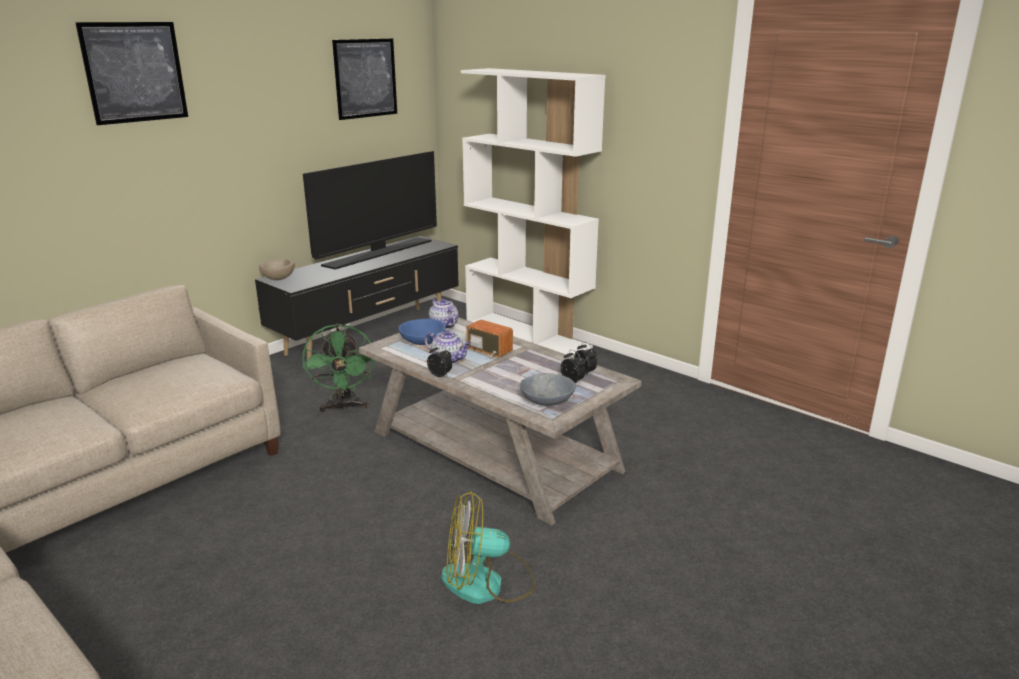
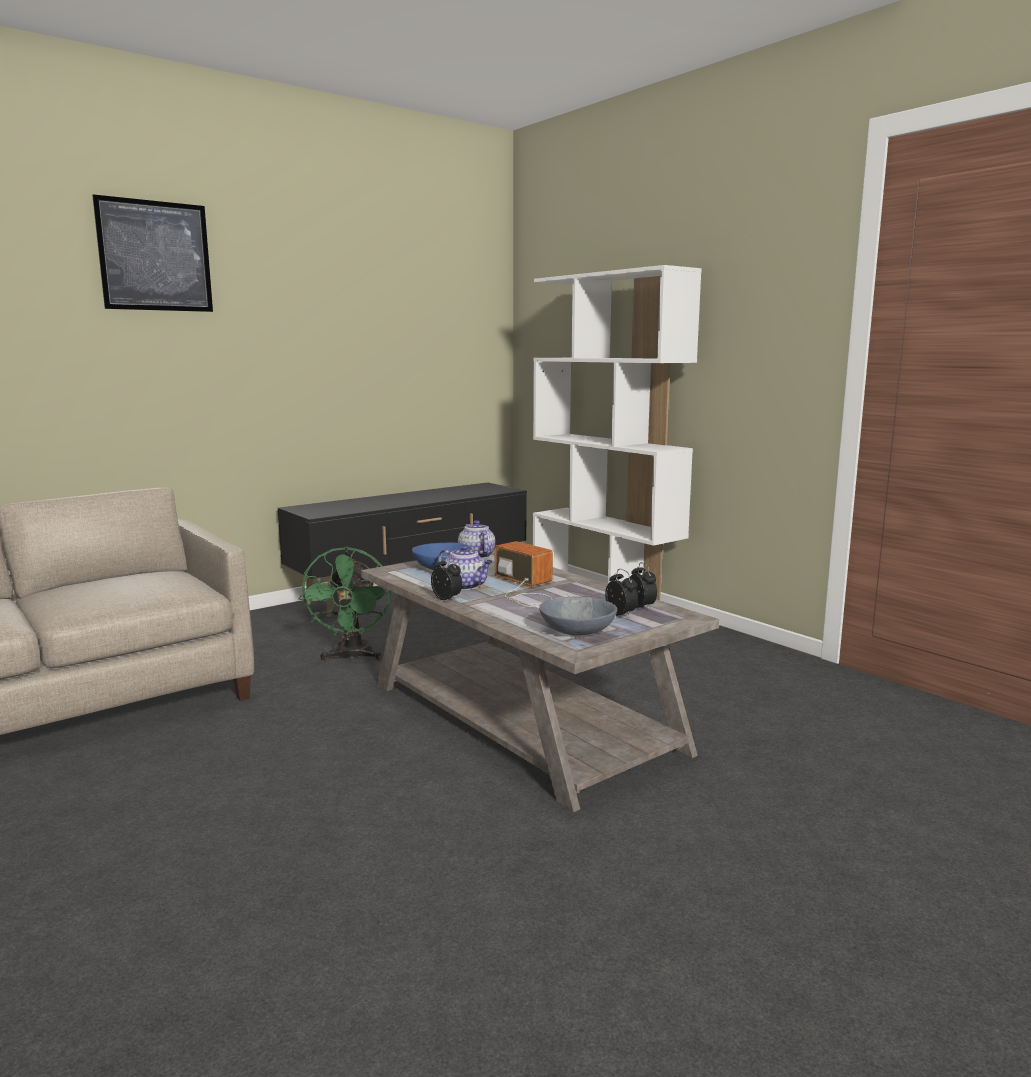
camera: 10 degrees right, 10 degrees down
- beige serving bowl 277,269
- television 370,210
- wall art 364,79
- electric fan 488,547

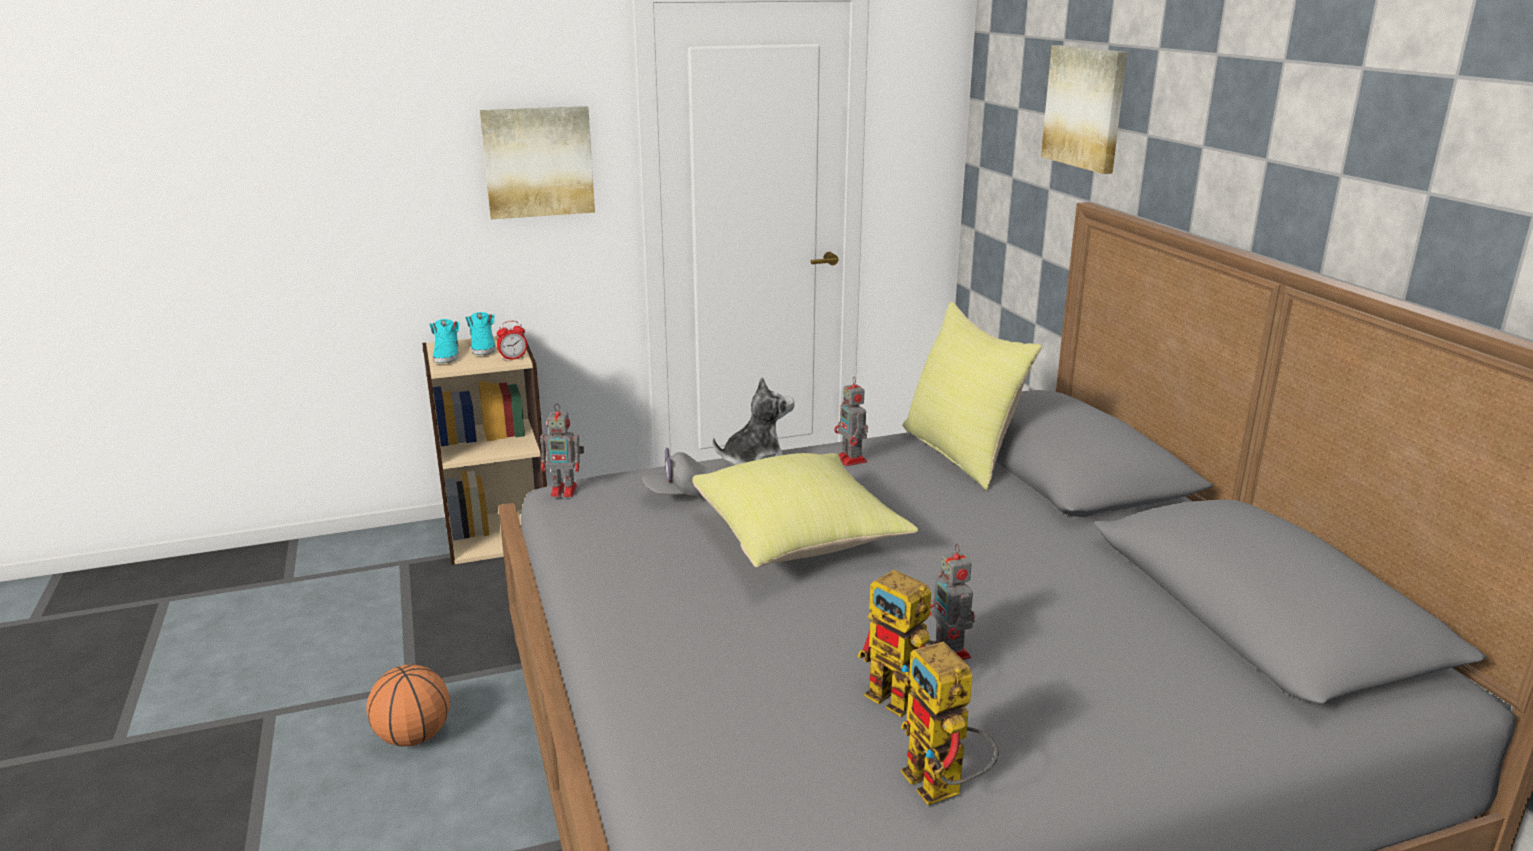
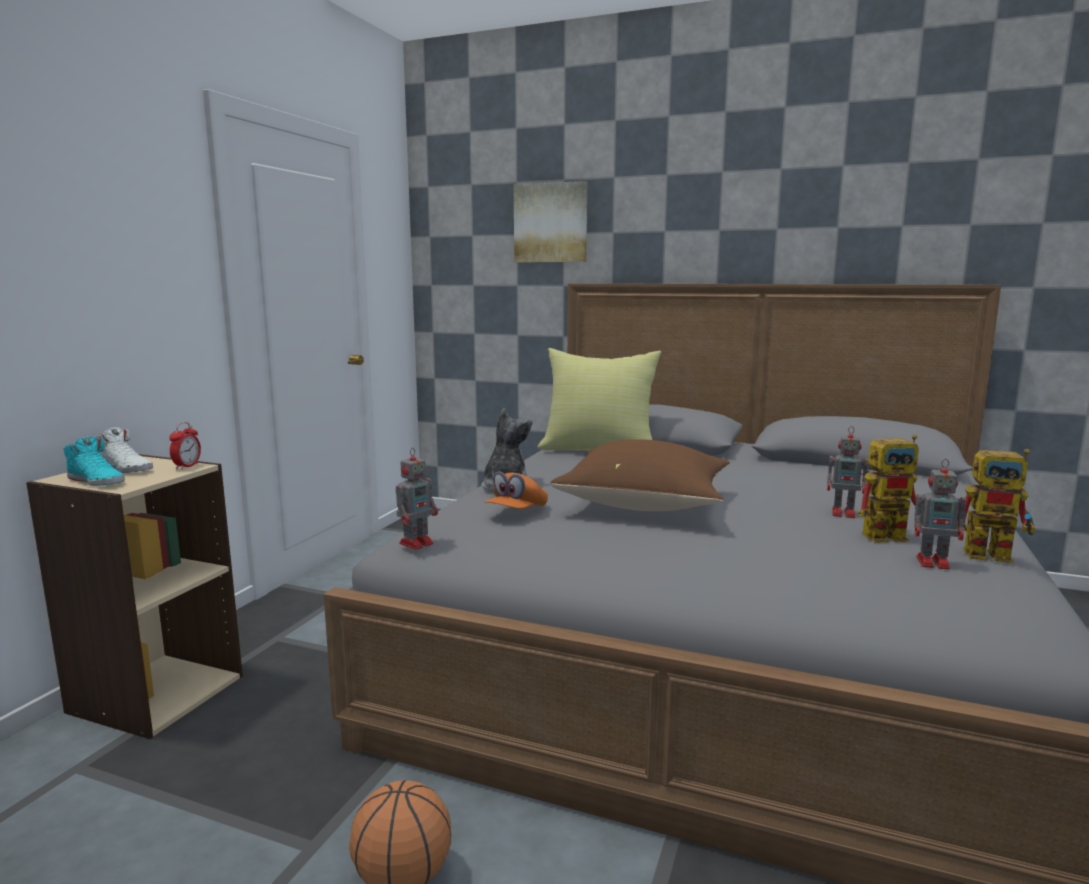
camera: 50 degrees left, 10 degrees down
~ turquoise item of footwear 480,333 to white-coloured item of footwear 124,450
- wall art 537,162
~ grey peaked cap 679,472 to orange peaked cap 516,490
~ yellowish cushion 805,510 to brownish cushion 640,475
~ toy robot 851,421 to 940,514

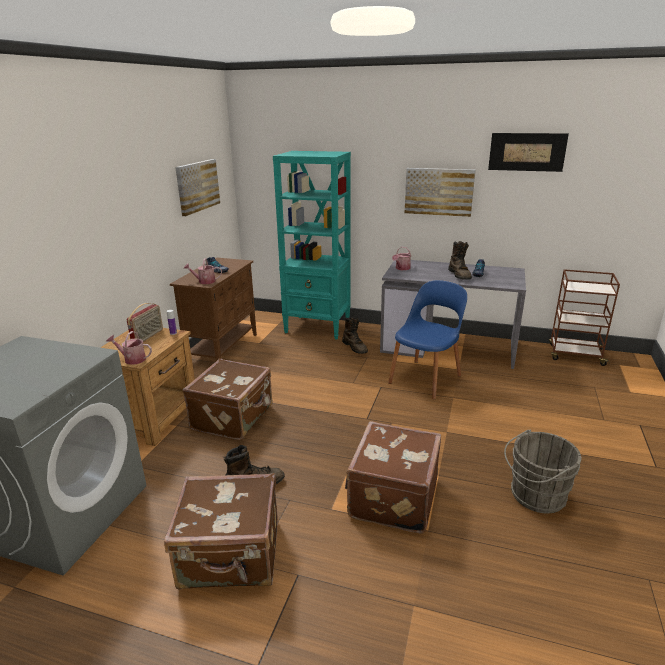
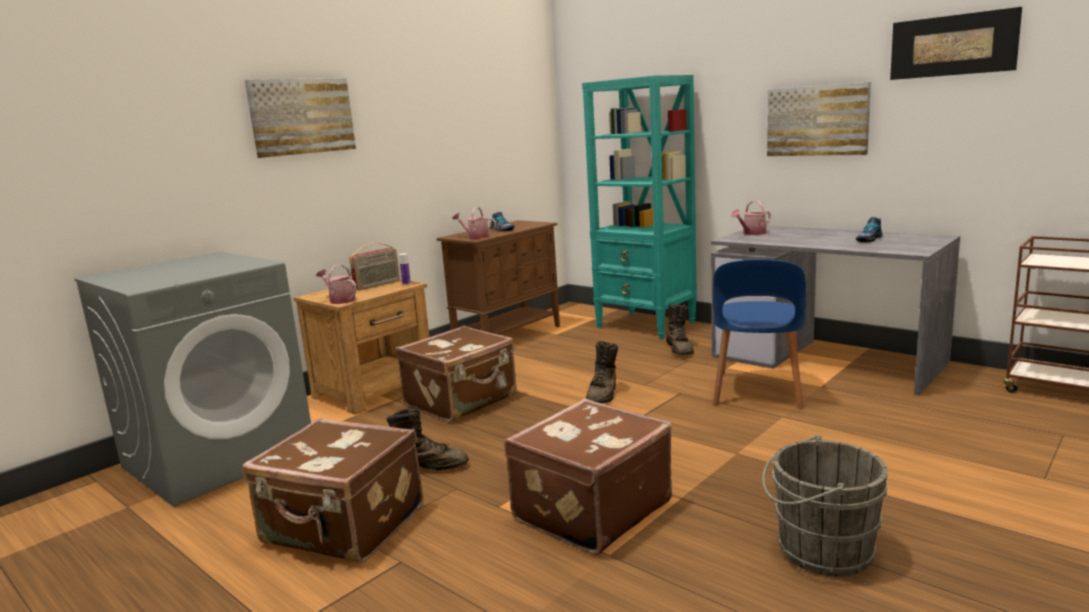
camera: 25 degrees right, 10 degrees down
~ wall art 197,187 to 300,118
~ blue upright chair 427,340 = 759,334 135 degrees clockwise
~ brownish tall boot 460,260 to 602,372

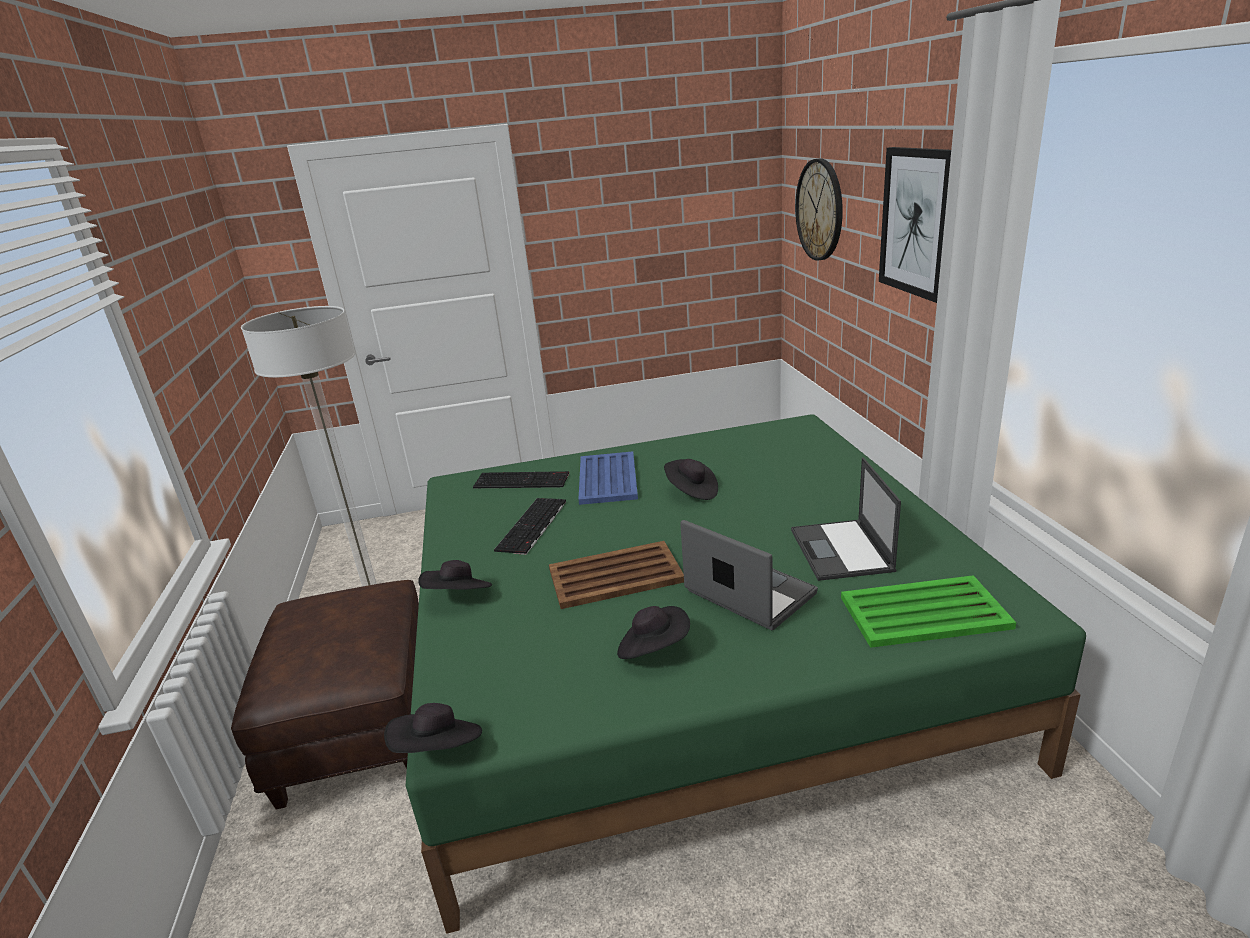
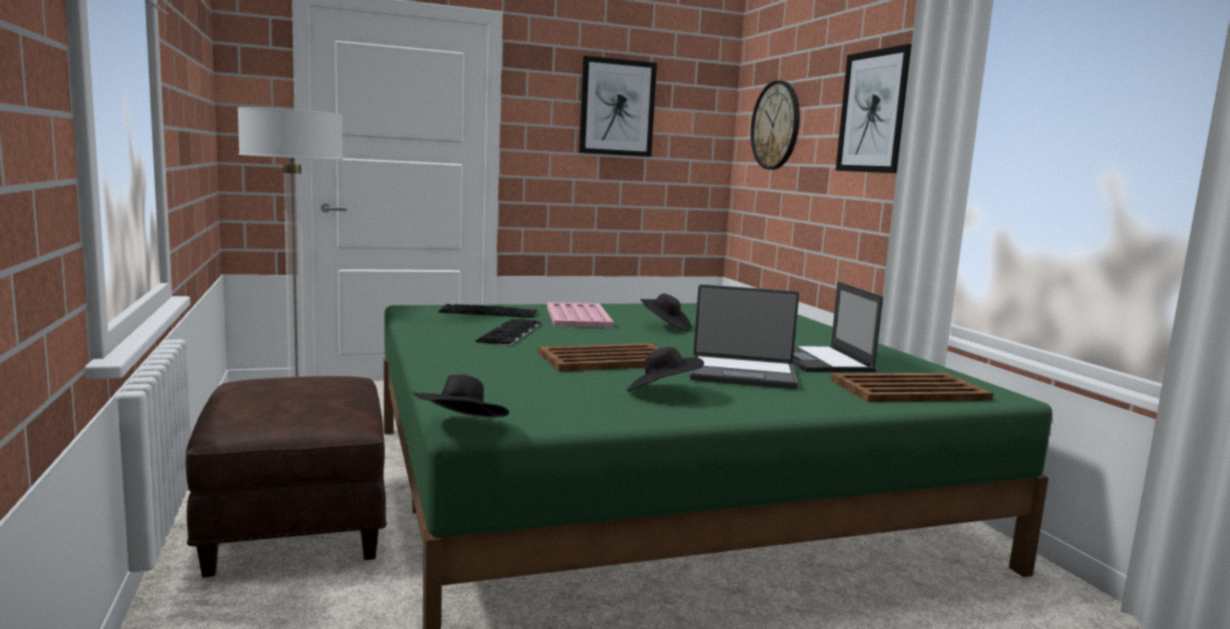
camera: 10 degrees left, 15 degrees down
- black hat 455,575
~ blue tray 608,478 to pink tray 580,315
~ notebook computer 749,575 = 744,336 150 degrees clockwise
~ green-coloured tray 928,611 to brownish tray 912,387
+ wall art 618,106

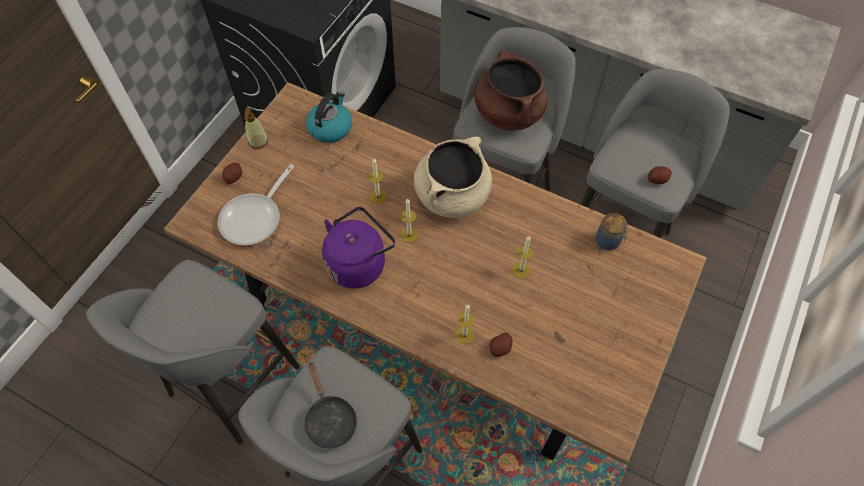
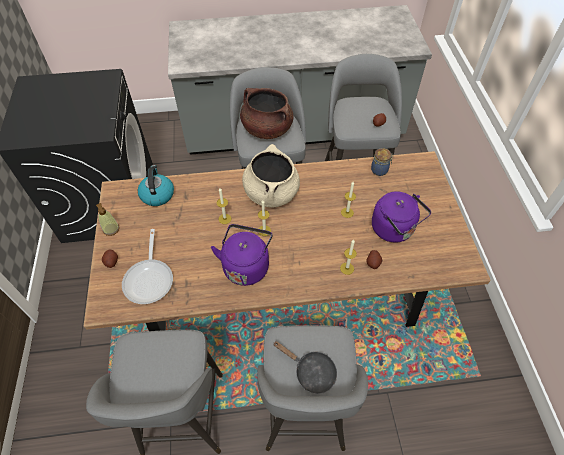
camera: 35 degrees left, 5 degrees down
+ purplish water kettle 401,216

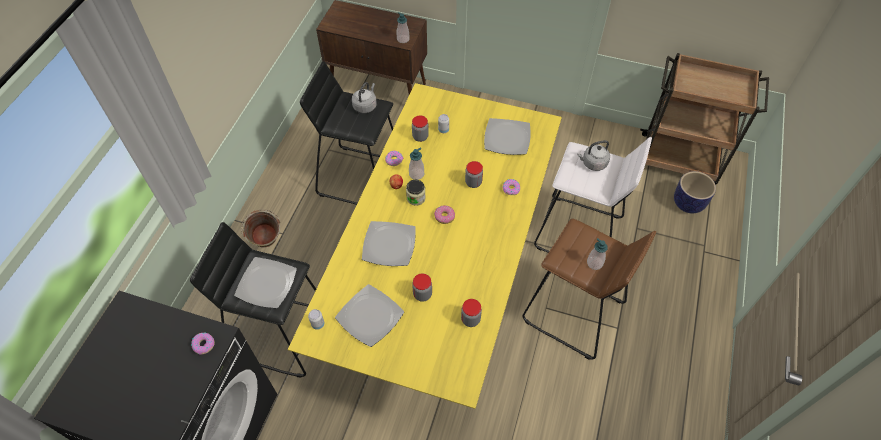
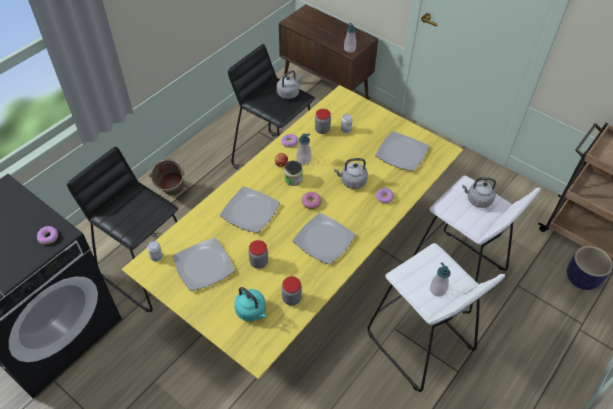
camera: 20 degrees right, 5 degrees down
~ flat dish 265,283 to 324,238
~ storage jar 474,174 to grey water kettle 351,173
~ brownish stool seat 589,289 to white-coloured stool seat 436,317
+ turquoise water kettle 250,304

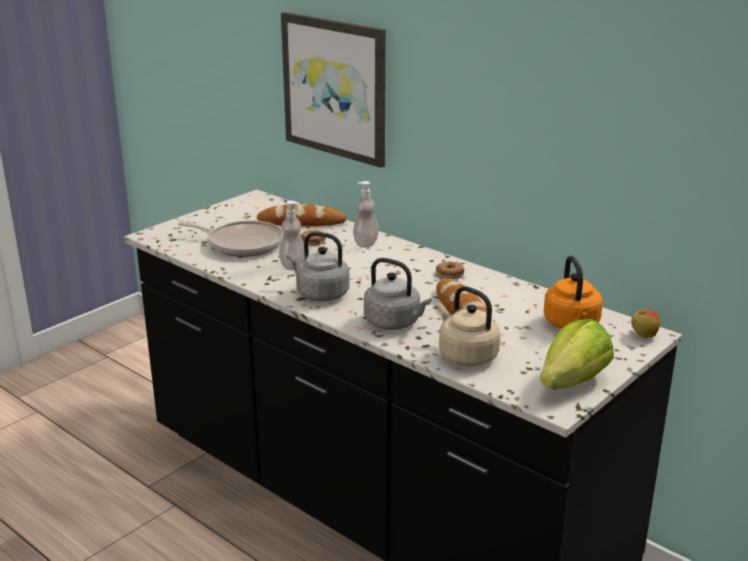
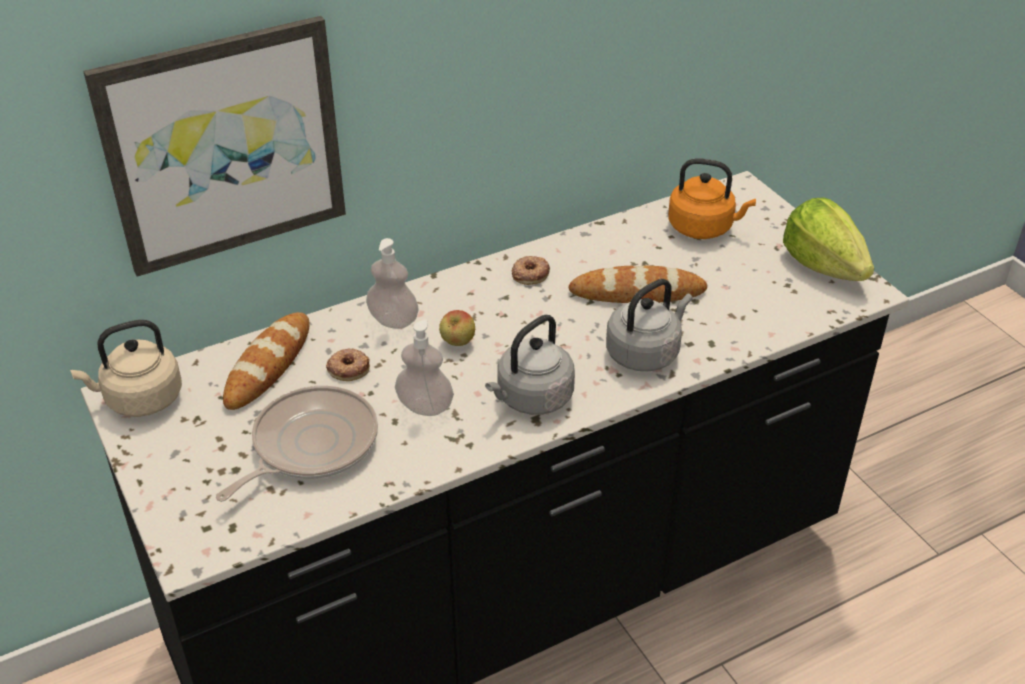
camera: 70 degrees left, 15 degrees up
~ beige water kettle 469,326 to 126,368
~ whole apple 645,323 to 457,328

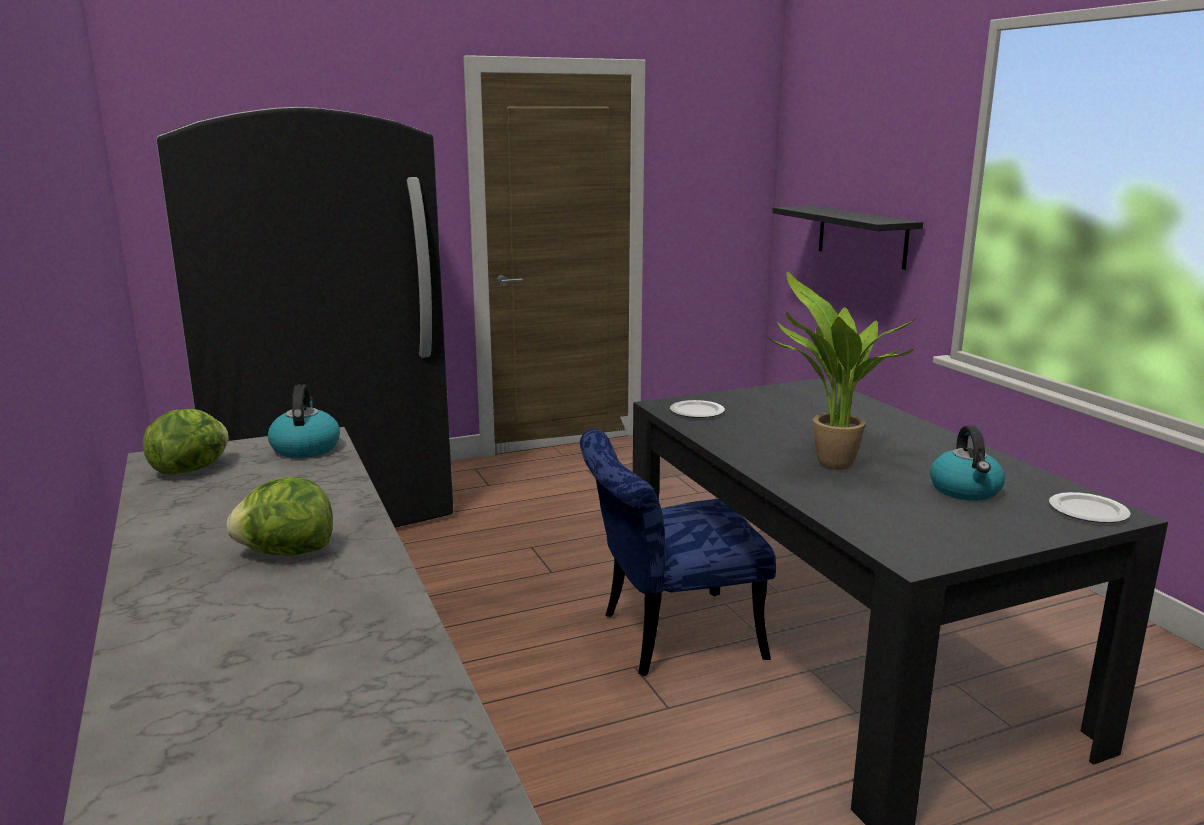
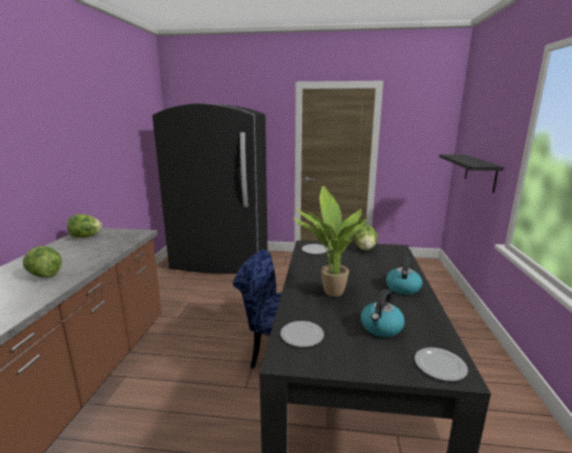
camera: 30 degrees right, 0 degrees up
~ water kettle 304,421 to 404,276
+ flat dish 302,334
+ lettuce head 366,238

